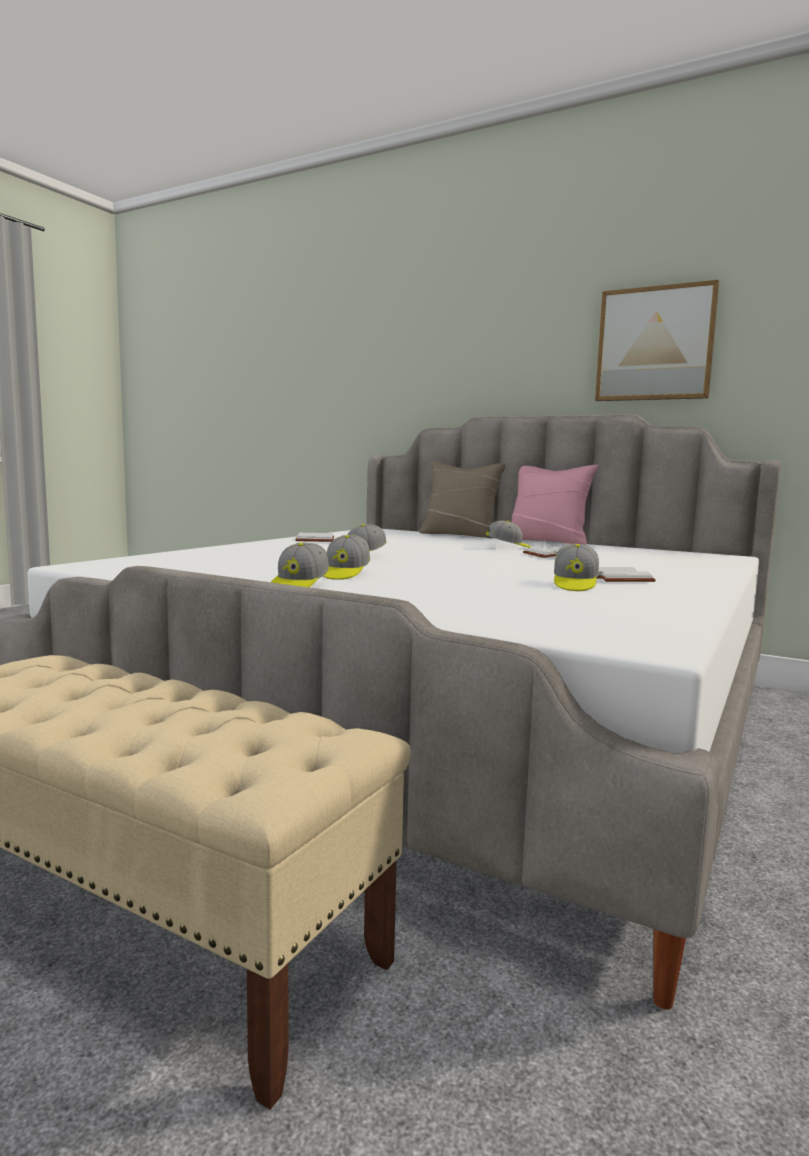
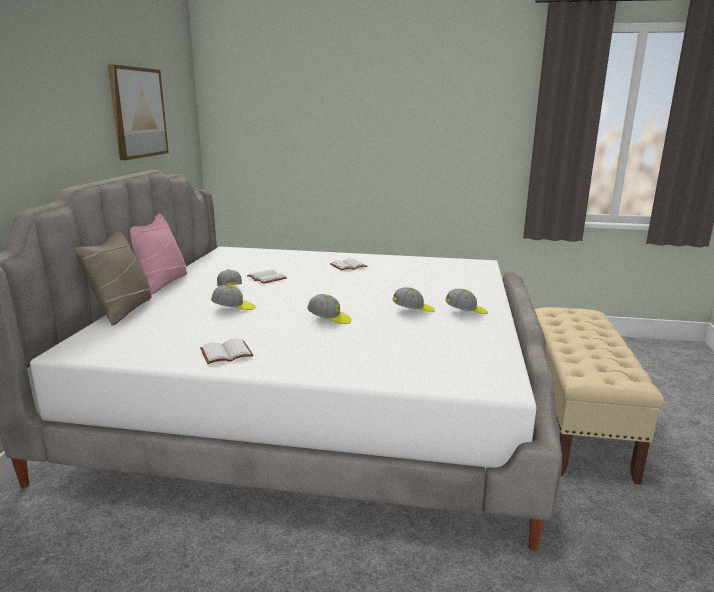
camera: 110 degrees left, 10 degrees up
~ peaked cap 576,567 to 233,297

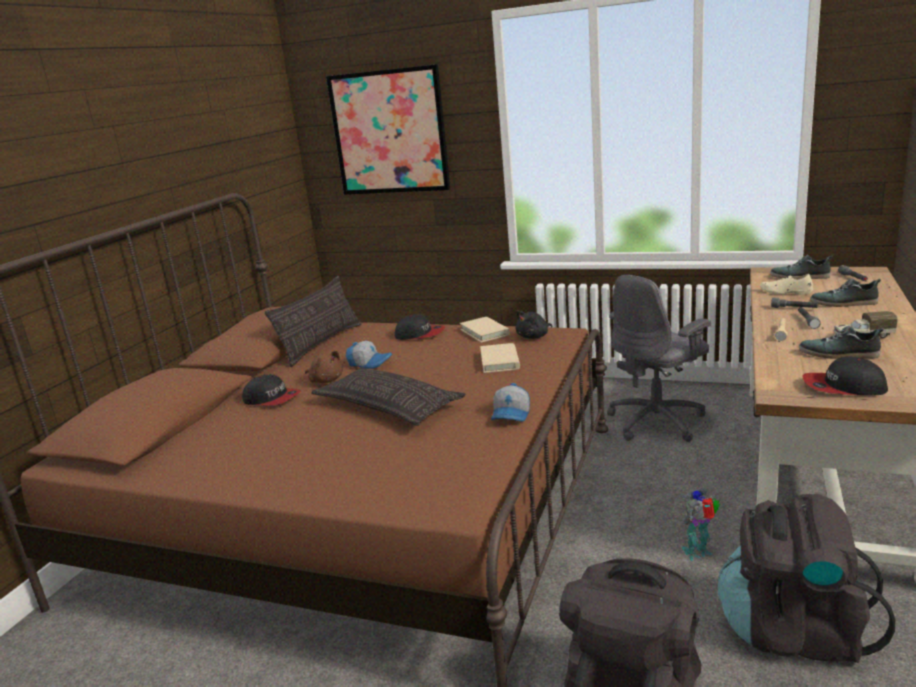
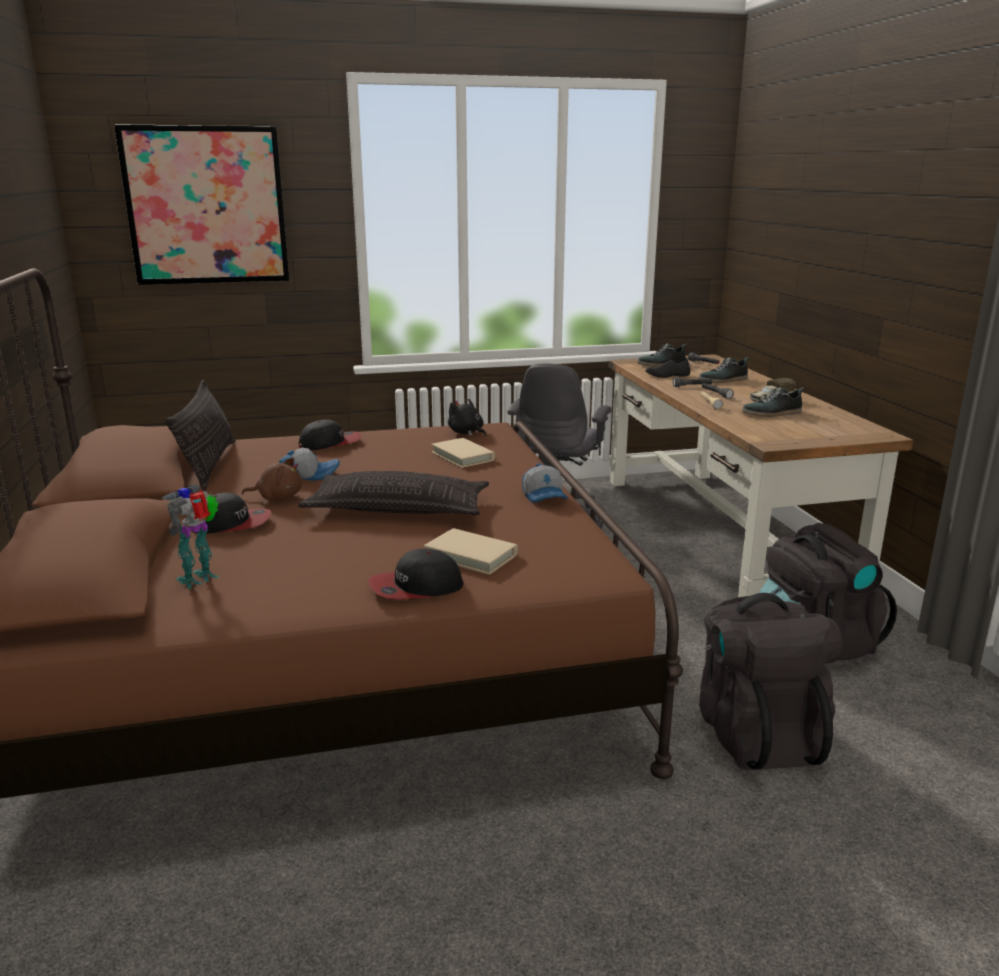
camera: 35 degrees left, 0 degrees up
~ beige book 485,330 to 471,551
~ black cuddly toy 533,324 = 467,418 120 degrees clockwise
~ toy robot 700,524 to 190,537
~ beige item of footwear 786,284 to black item of footwear 667,367
~ peaked cap 845,376 to 416,574

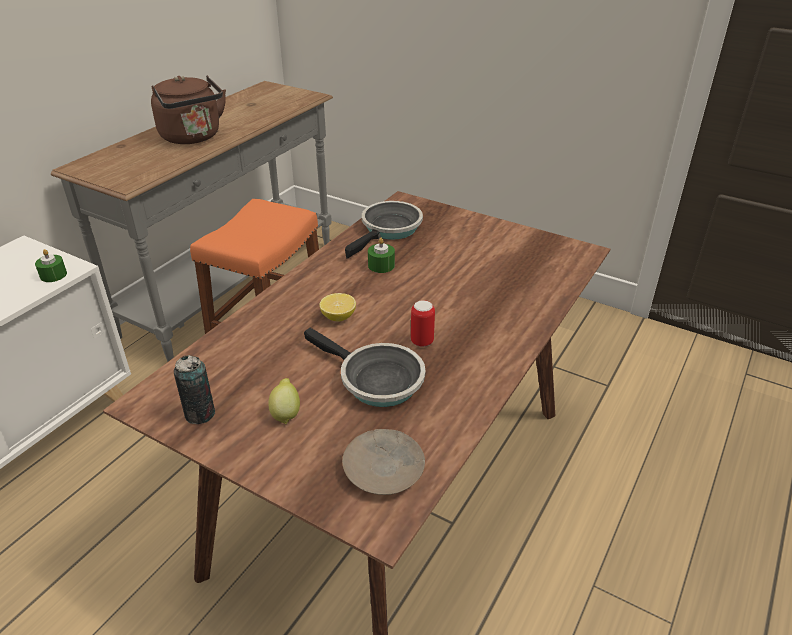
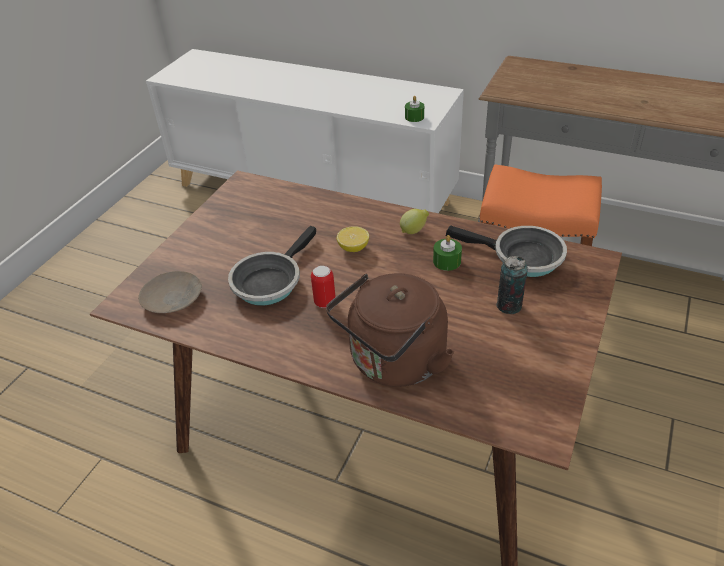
camera: 85 degrees right, 5 degrees up
~ brownish water kettle 188,109 to 390,330
~ can 194,389 to 512,285
~ lemon 284,401 to 414,221

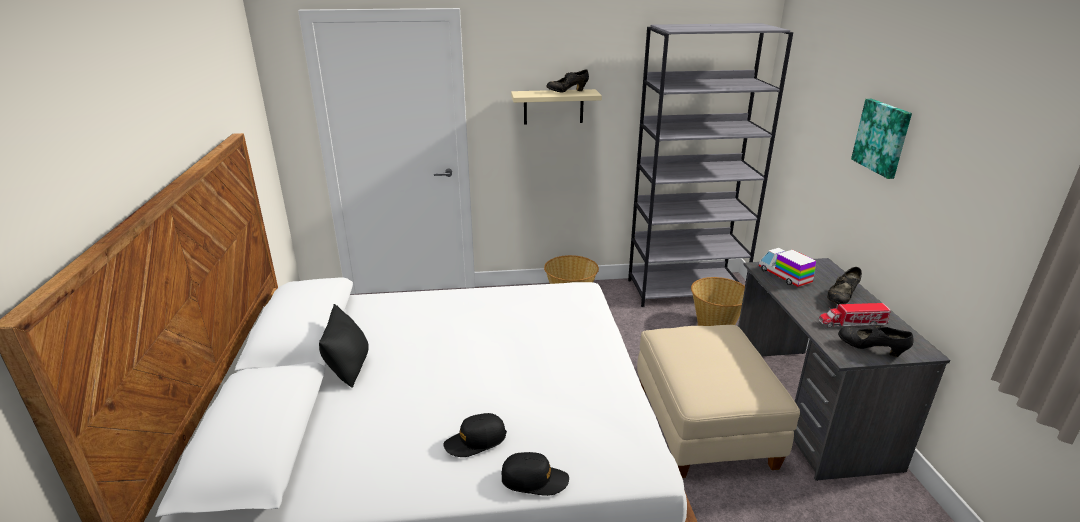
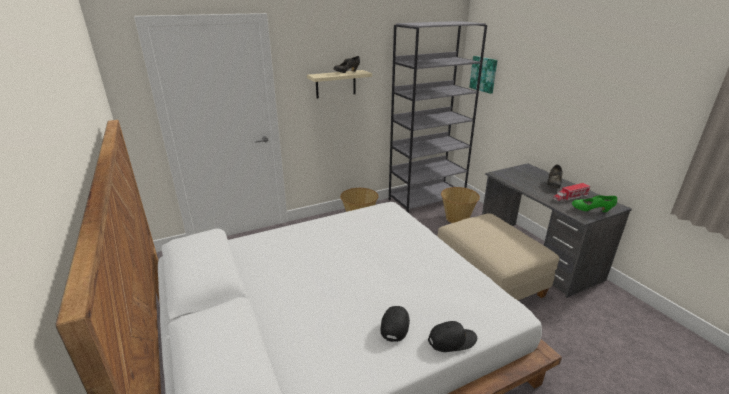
camera: 20 degrees left, 0 degrees up
- black cushion 344,346
~ black peaked cap 475,435 = 395,324 150 degrees clockwise
- model truck 787,267
~ black item of footwear 875,341 to green-coloured item of footwear 594,203
~ wall art 881,139 to 483,75

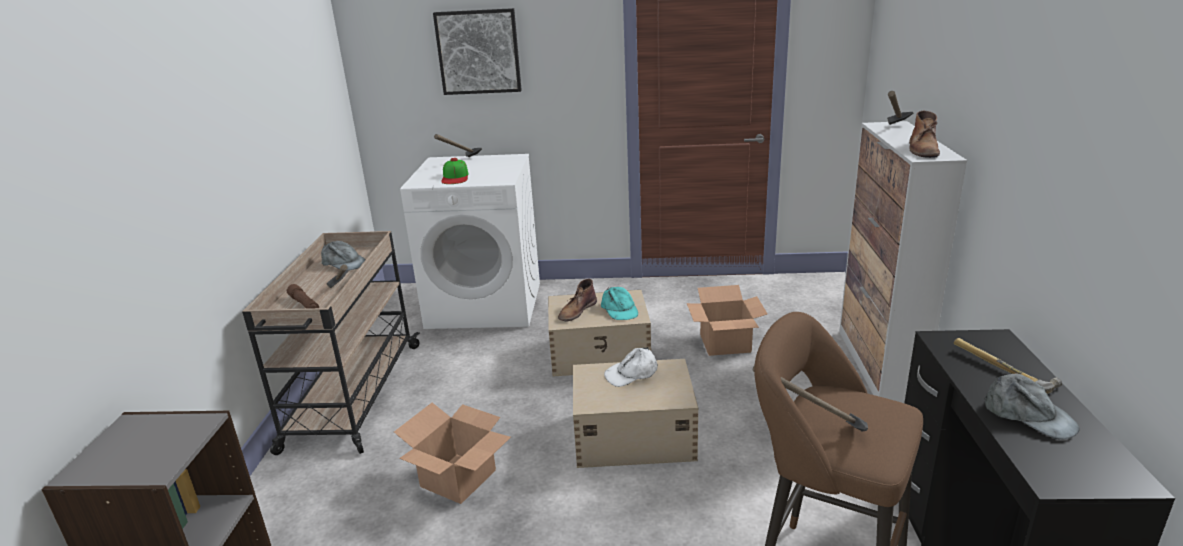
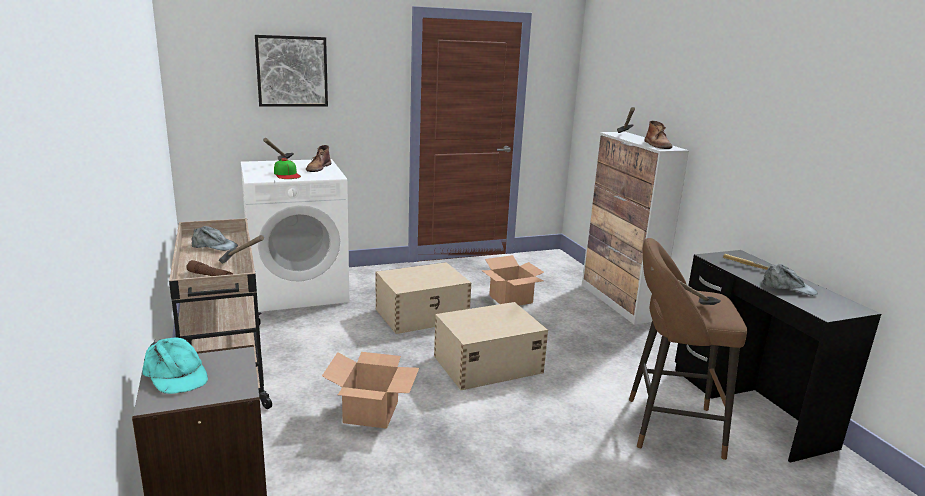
camera: 25 degrees left, 5 degrees down
~ brownish tall boot 577,300 to 318,158
~ turquoise peaked cap 619,303 to 175,366
- white-coloured peaked cap 631,367

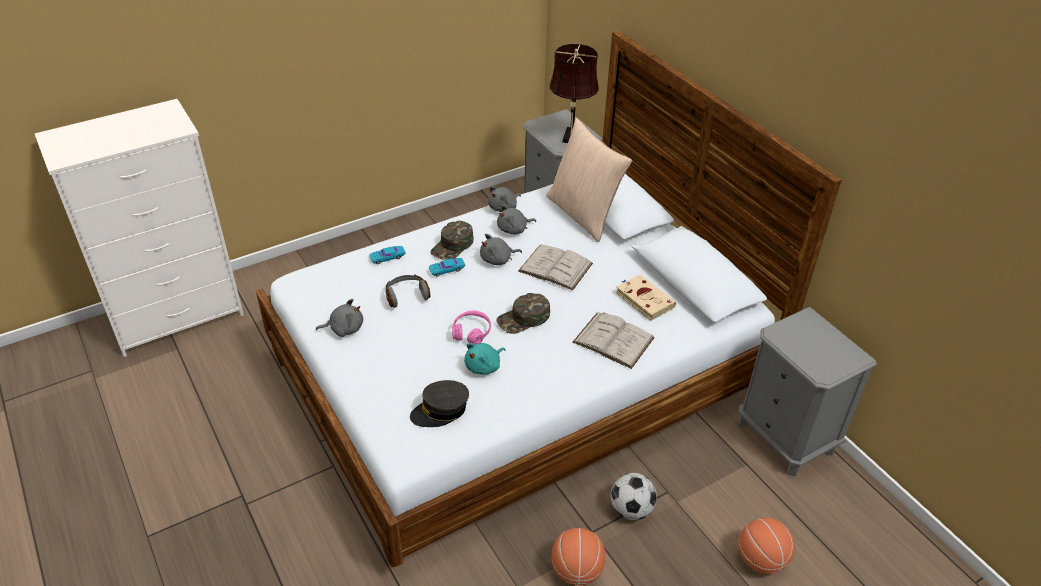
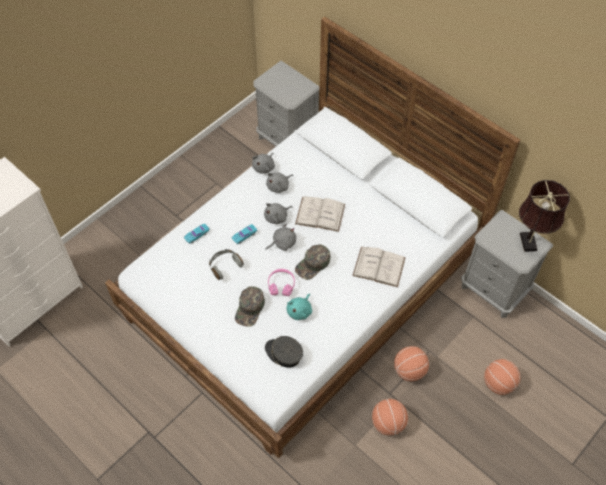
camera: 15 degrees left, 15 degrees up
~ grey cuddly toy 339,318 to 280,237
~ grey peaked cap 439,403 = 284,352 75 degrees clockwise
~ green-coloured peaked cap 452,240 to 250,306
- beige cushion 589,180
~ brownish tabletop lamp 574,93 to 544,216
~ football ball 634,496 to ball for basketball 411,363
- beige book 646,298

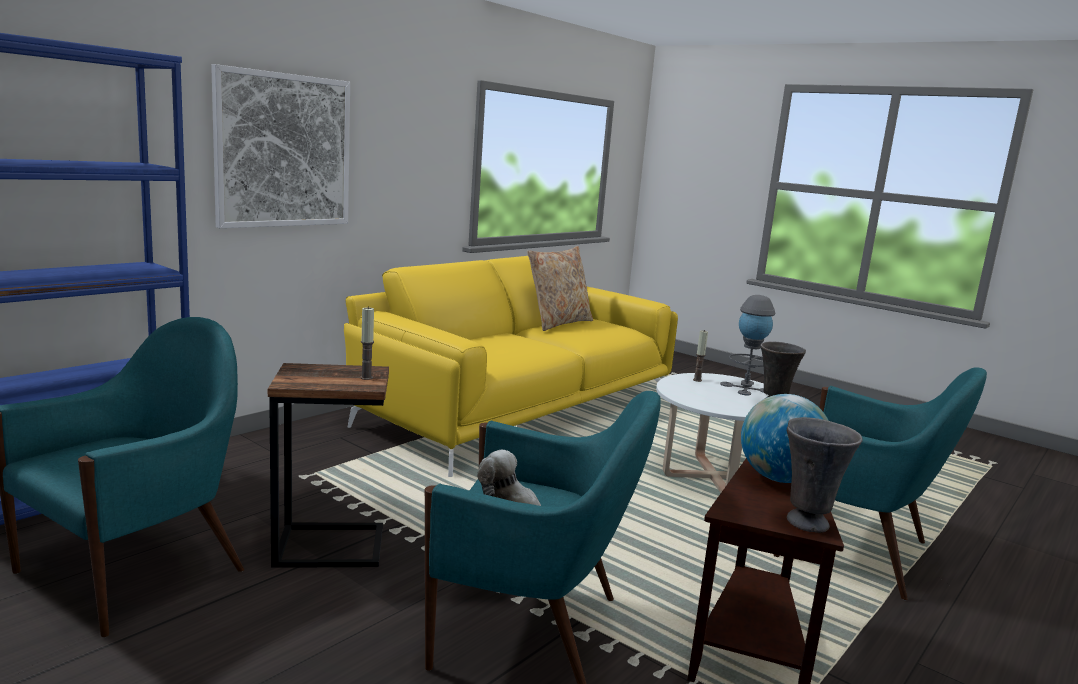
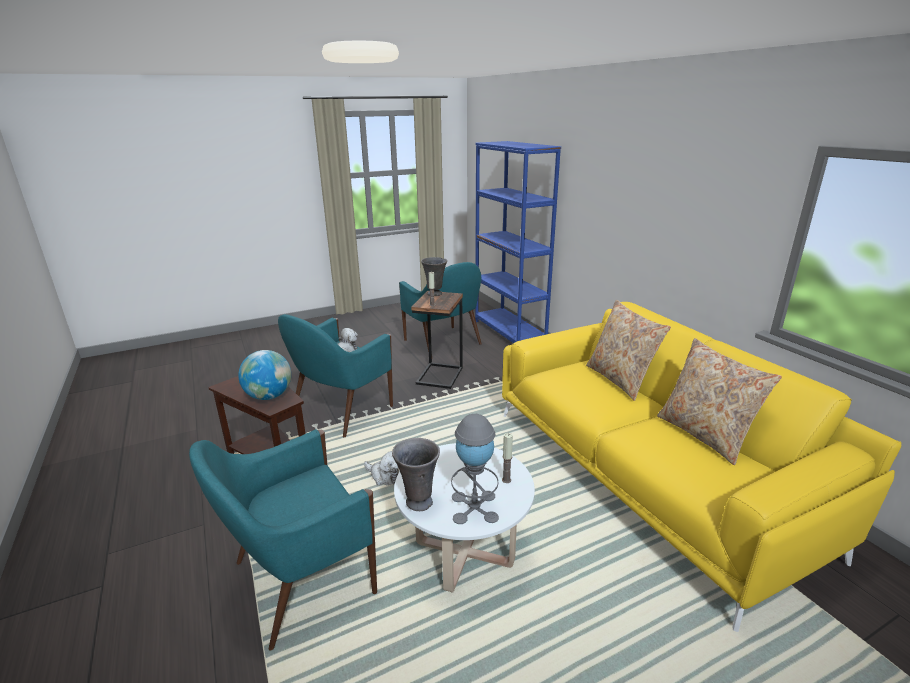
camera: 115 degrees right, 10 degrees up
- wall art 280,146
~ grey vase 825,475 to 434,276
+ cuddly toy 382,468
+ beige cushion 628,350

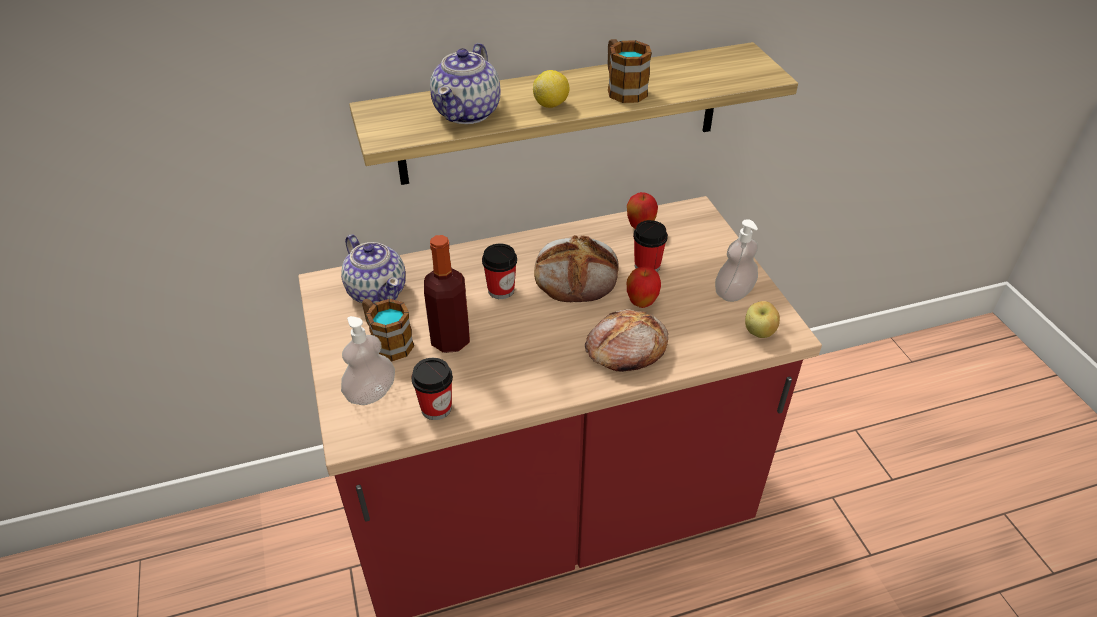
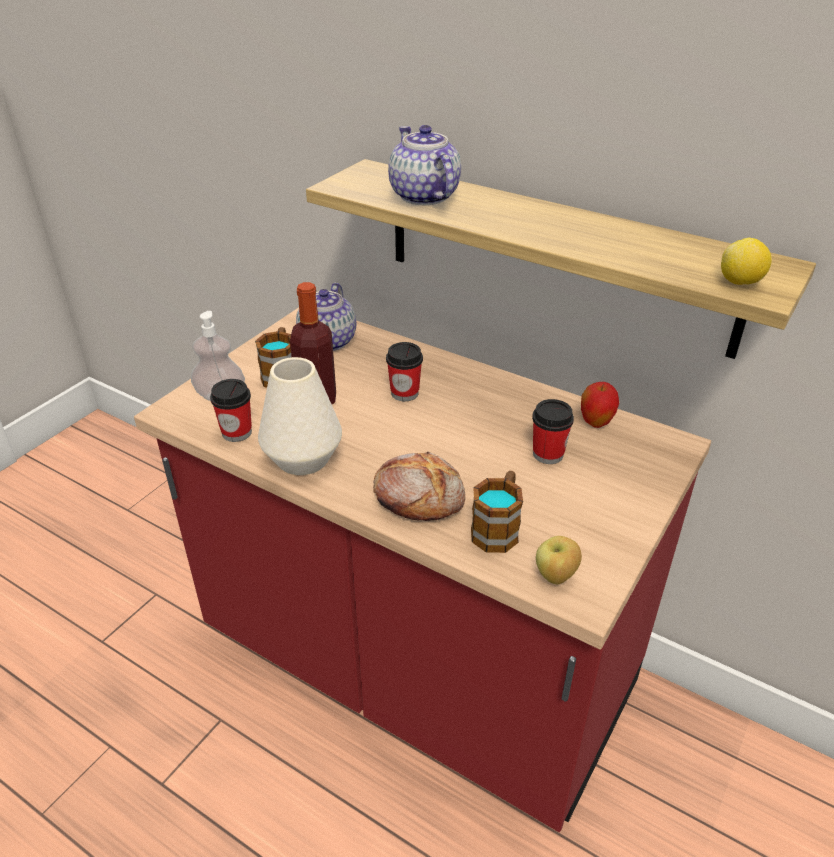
camera: 50 degrees right, 5 degrees down
~ pot for tea 465,83 = 424,165 90 degrees clockwise
~ lemon 551,89 to 746,261
- bakery bread 576,269
~ mug 630,71 to 497,512
- whole apple 644,287
- liquid soap bottle 736,260
+ white-coloured vase 300,416

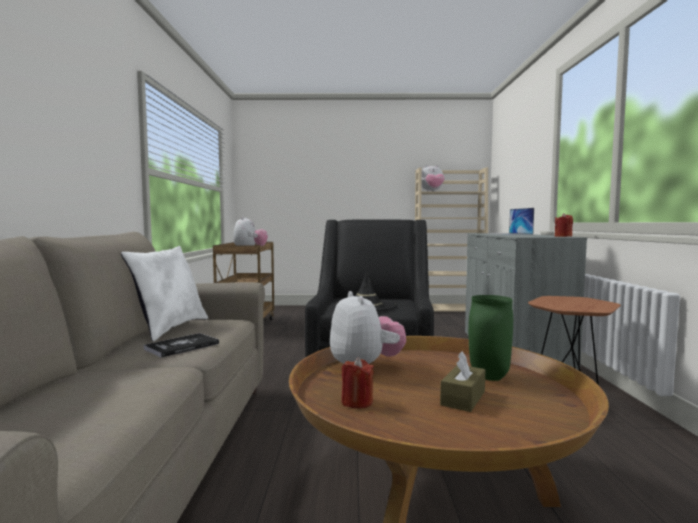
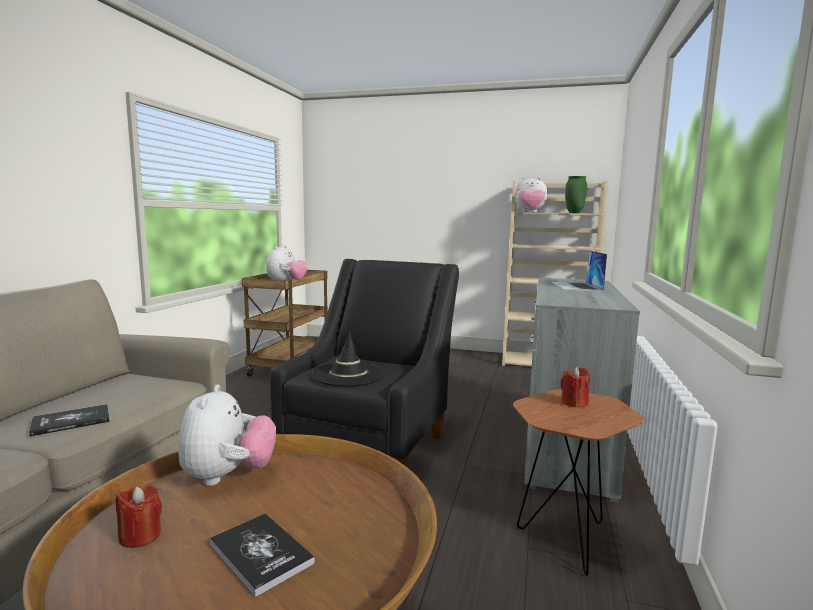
camera: 15 degrees right, 5 degrees up
- white-coloured cushion 164,293
~ brownish tissue holder 462,381 to book 262,555
~ green-coloured vase 490,338 to 576,194
~ reddish wax candle 564,225 to 575,387

